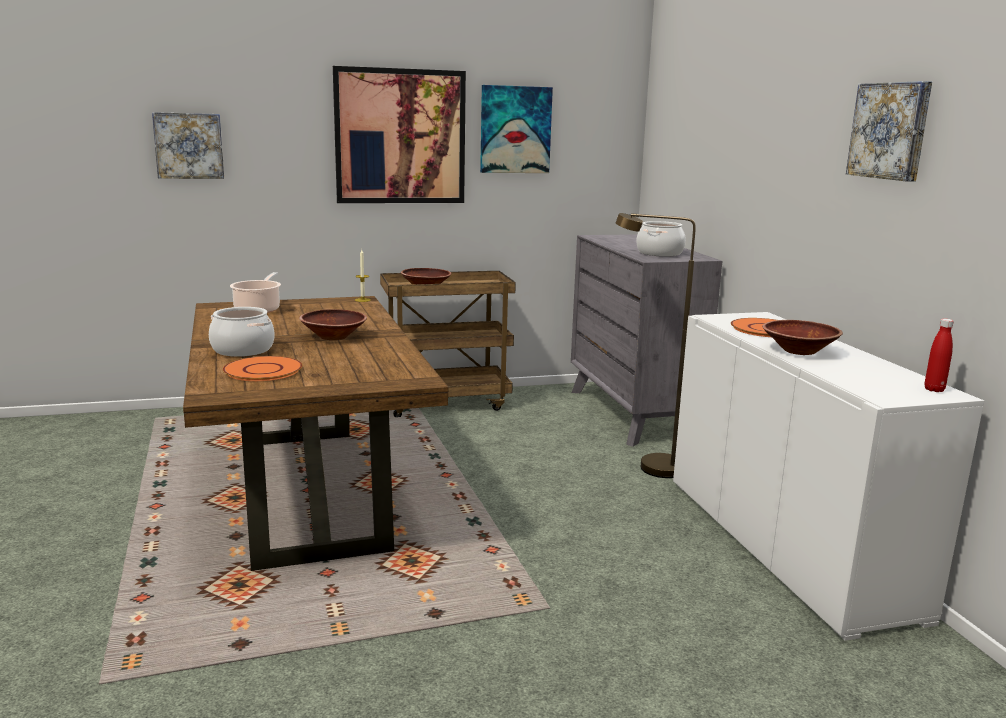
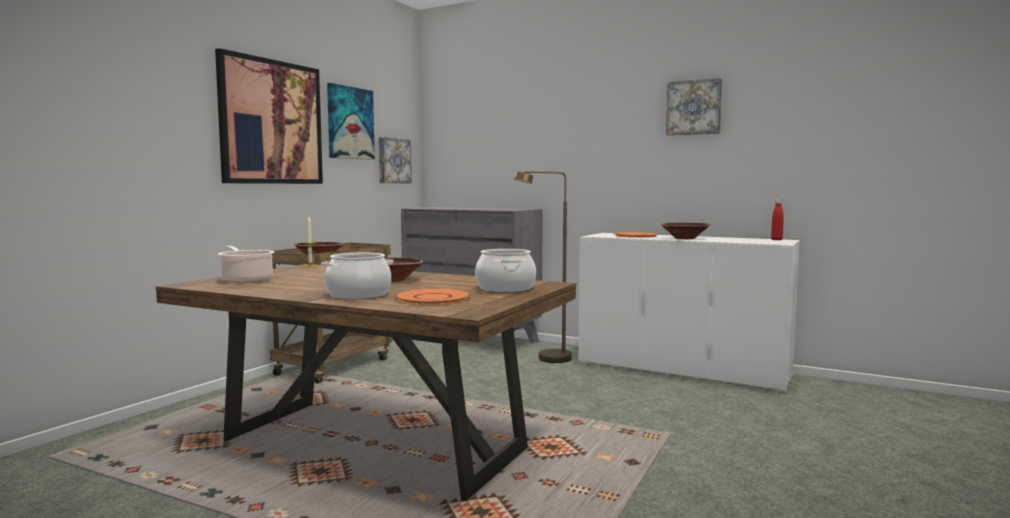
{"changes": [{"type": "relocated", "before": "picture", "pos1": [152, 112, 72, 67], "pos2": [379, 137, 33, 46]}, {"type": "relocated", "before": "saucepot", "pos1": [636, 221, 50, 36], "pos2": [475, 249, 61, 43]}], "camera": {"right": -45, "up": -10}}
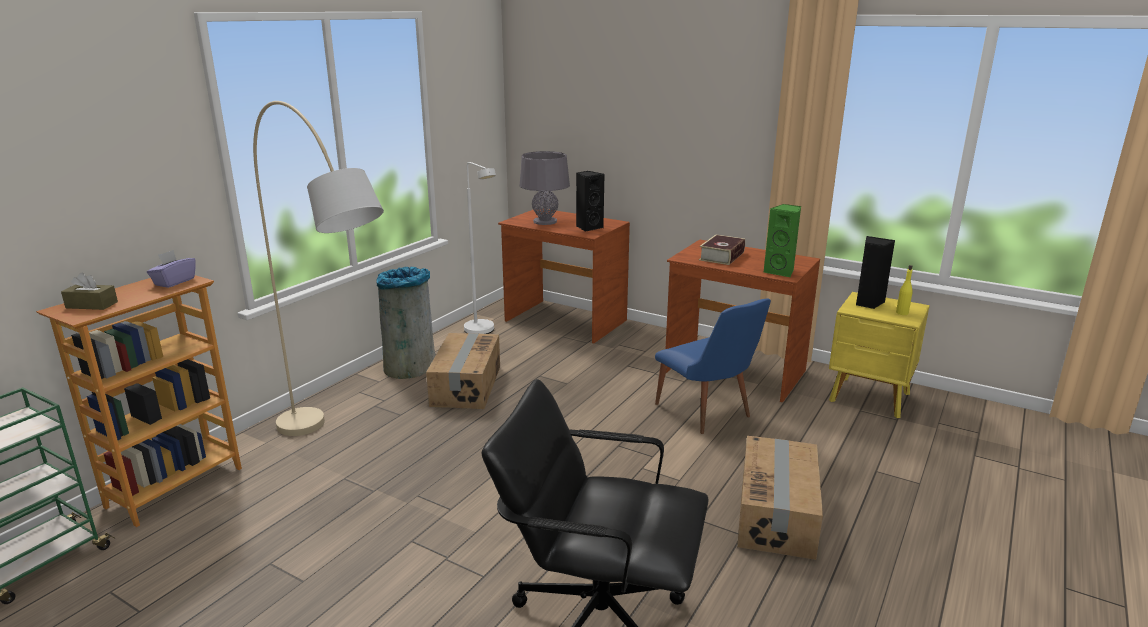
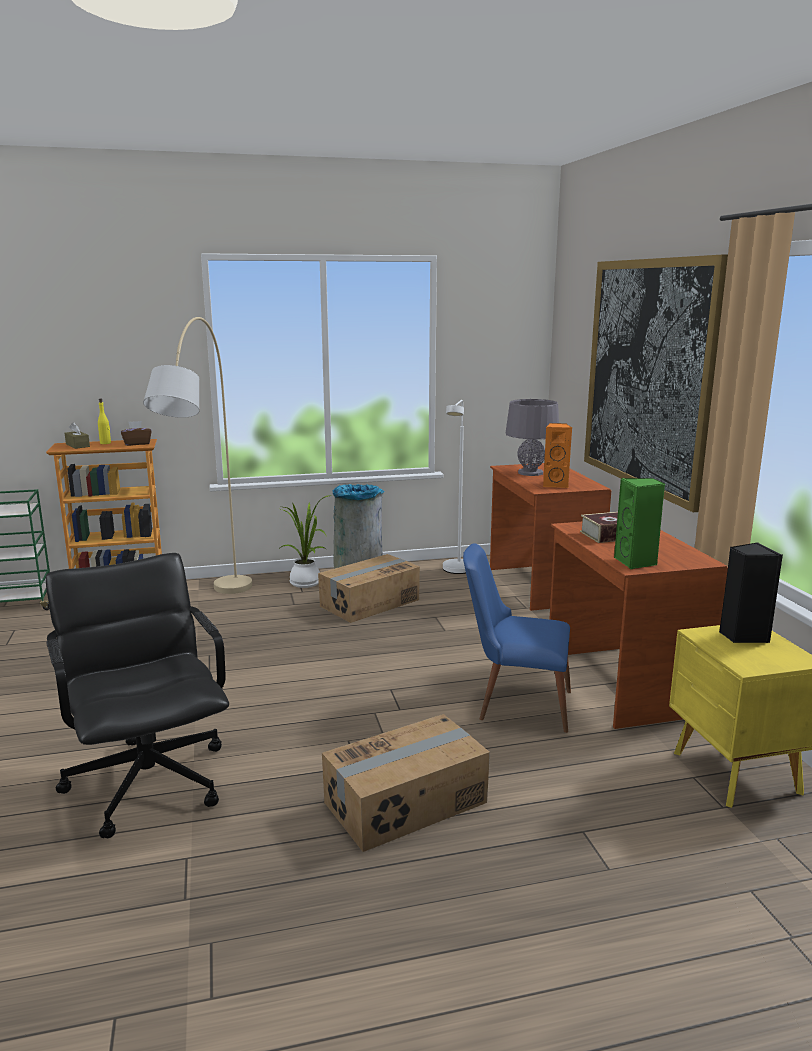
{"changes": [{"type": "colour", "before": "black-coloured audio speaker", "after": "orangey audio speaker", "pos1": [576, 171, 29, 61], "pos2": [543, 423, 29, 65]}, {"type": "colour", "before": "purplish tissue box", "after": "brownish tissue box", "pos1": [147, 250, 49, 38], "pos2": [121, 421, 30, 25]}, {"type": "relocated", "before": "yellow-coloured beverage bottle", "pos1": [896, 265, 17, 50], "pos2": [98, 398, 13, 46]}, {"type": "spun", "before": "bluish chair", "pos1": [655, 299, 116, 135], "pos2": [463, 543, 108, 190], "turn": 90}, {"type": "appeared", "after": "picture", "pos2": [584, 255, 144, 257]}, {"type": "appeared", "after": "plant in a pot", "pos2": [278, 495, 54, 93]}], "camera": {"right": 45, "up": -5}}
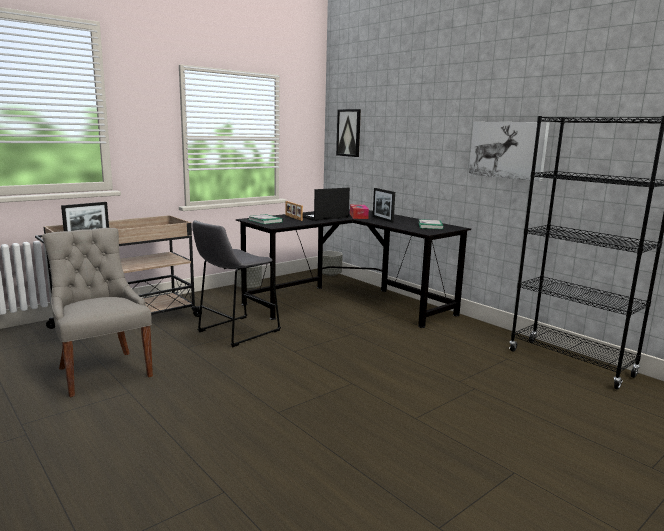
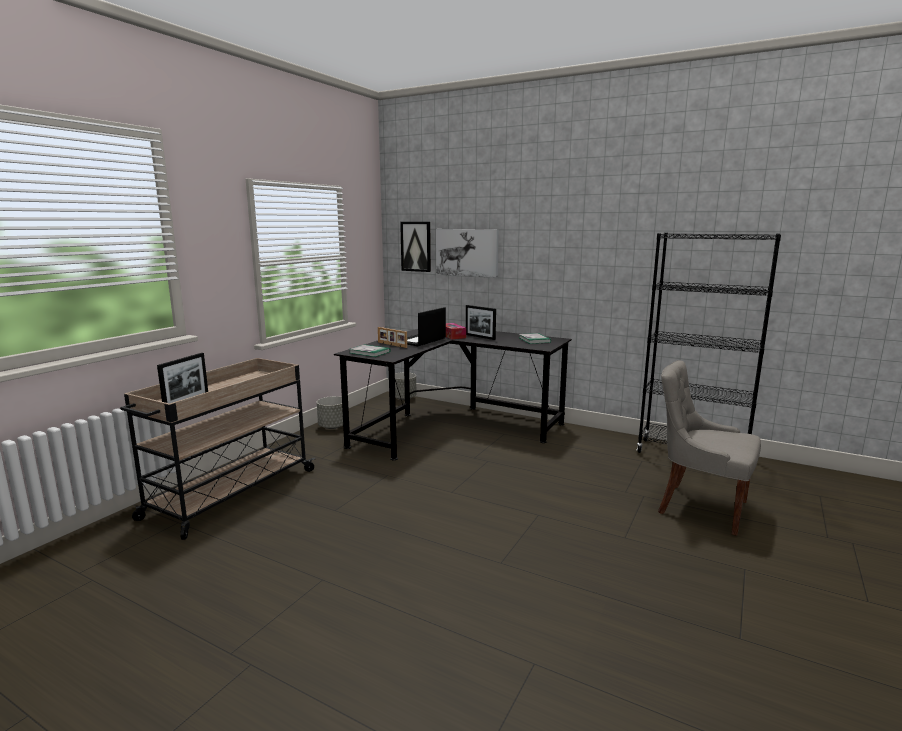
{"changes": [{"type": "relocated", "before": "picture", "pos1": [469, 122, 81, 59], "pos2": [436, 229, 63, 49]}, {"type": "missing", "before": "grey stool seat", "pos1": [193, 220, 88, 127]}, {"type": "relocated", "before": "grey chair", "pos1": [42, 228, 111, 169], "pos2": [658, 360, 103, 176]}], "camera": {"right": -20, "up": 0}}
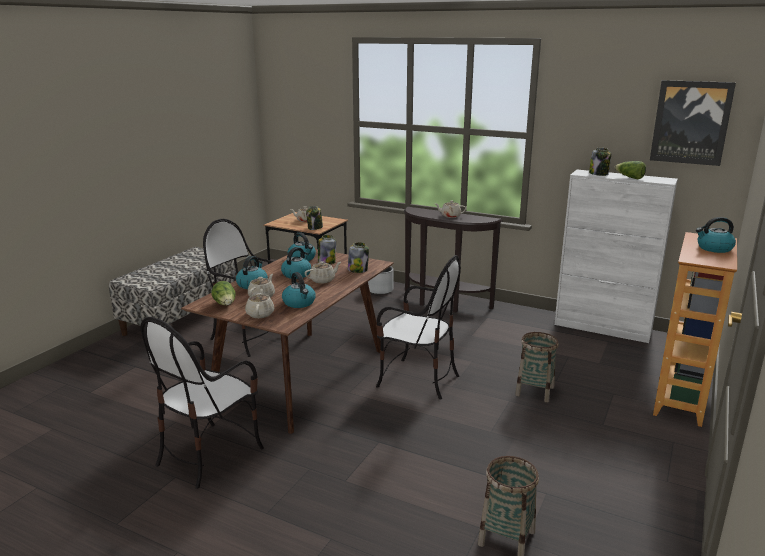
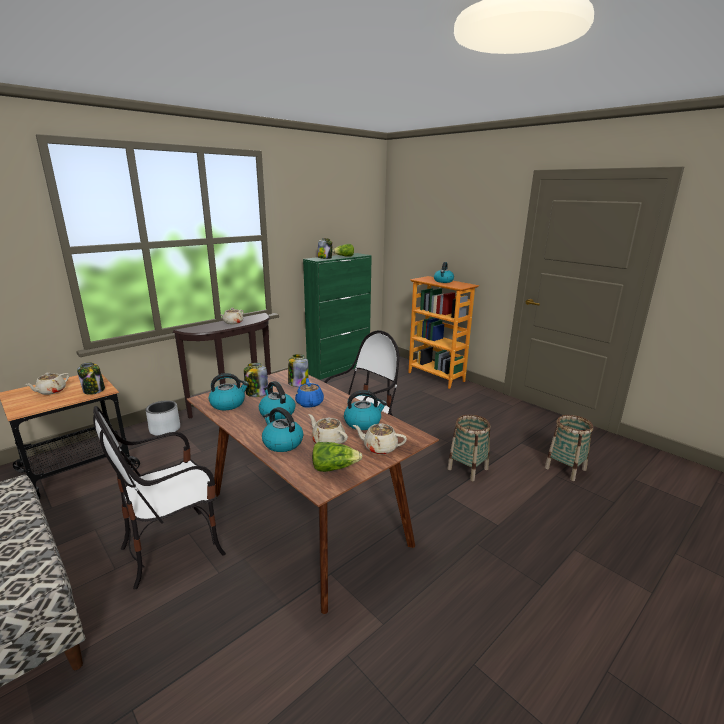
{"changes": [{"type": "missing", "before": "picture", "pos1": [650, 80, 86, 86]}, {"type": "colour", "before": "white-coloured storage cabinet", "after": "green-coloured storage cabinet", "pos1": [554, 169, 124, 174], "pos2": [303, 253, 69, 127]}, {"type": "colour", "before": "beige teapot", "after": "bluish teapot", "pos1": [305, 261, 36, 23], "pos2": [295, 378, 29, 30]}, {"type": "missing", "before": "chair", "pos1": [140, 317, 124, 172]}, {"type": "relocated", "before": "basket", "pos1": [515, 332, 44, 71], "pos2": [447, 415, 43, 66]}], "camera": {"right": -70, "up": 0}}
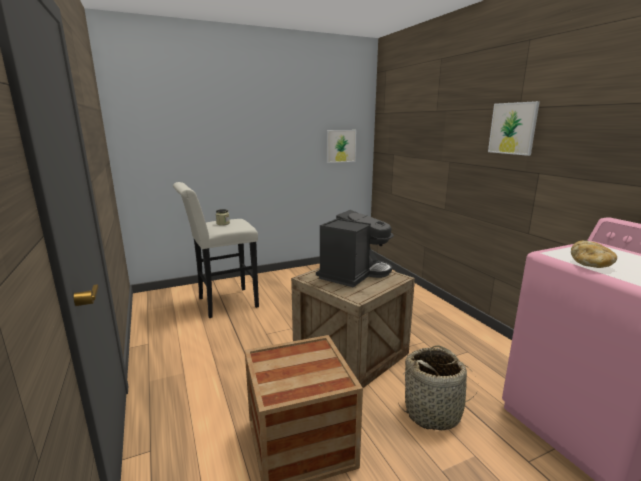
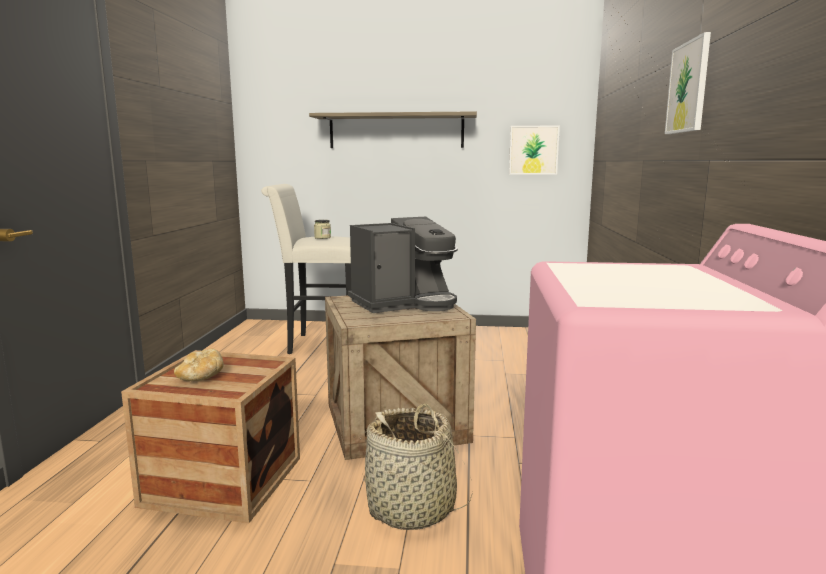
{"changes": [{"type": "relocated", "before": "bread", "pos1": [571, 241, 46, 27], "pos2": [174, 349, 50, 32]}, {"type": "appeared", "after": "bracket shelf", "pos2": [309, 111, 168, 37]}], "camera": {"right": 30, "up": -5}}
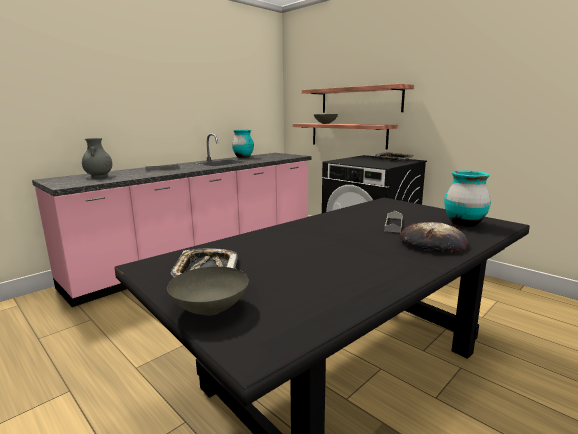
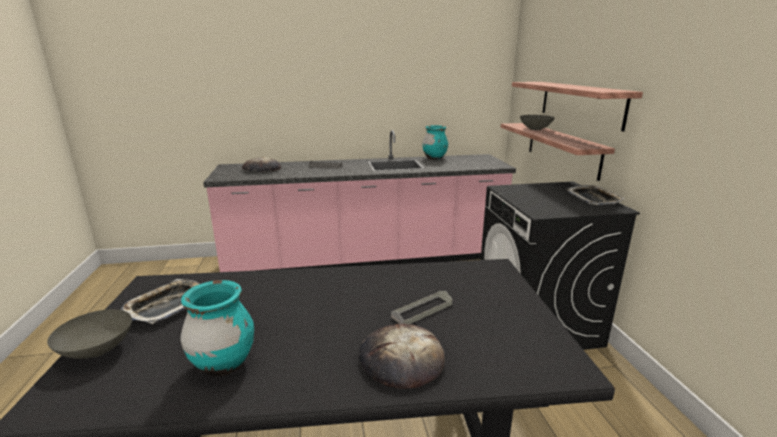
{"changes": [{"type": "exchanged", "before": "grey flower vase", "after": "bread", "pos1": [82, 138, 30, 40], "pos2": [242, 157, 39, 15]}, {"type": "relocated", "before": "blue-green flower vase", "pos1": [444, 171, 47, 56], "pos2": [181, 280, 73, 97]}], "camera": {"right": 35, "up": 5}}
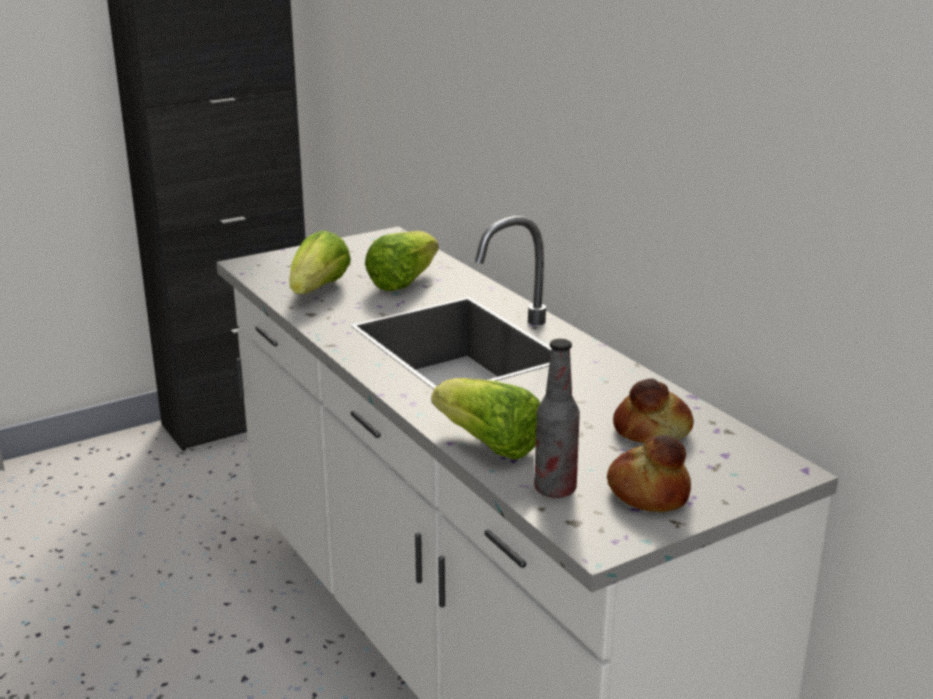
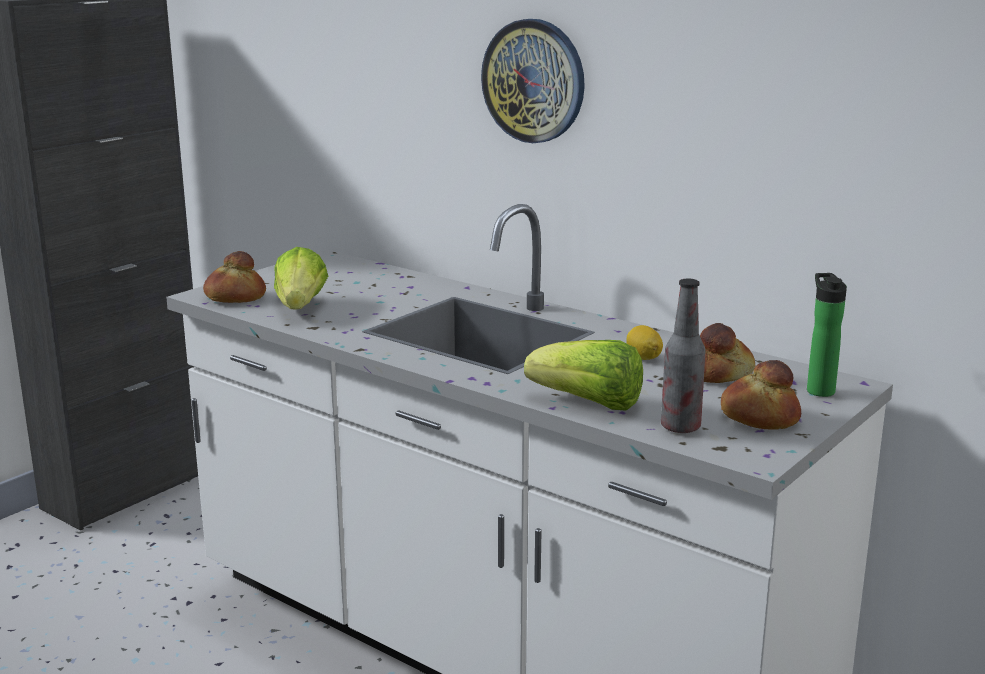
{"changes": [{"type": "missing", "before": "lettuce head", "pos1": [365, 231, 74, 60]}, {"type": "appeared", "after": "wall clock", "pos2": [481, 19, 104, 124]}, {"type": "appeared", "after": "bread", "pos2": [203, 251, 63, 52]}, {"type": "appeared", "after": "beverage bottle", "pos2": [807, 273, 40, 124]}, {"type": "appeared", "after": "lemon", "pos2": [626, 325, 37, 35]}], "camera": {"right": -20, "up": -5}}
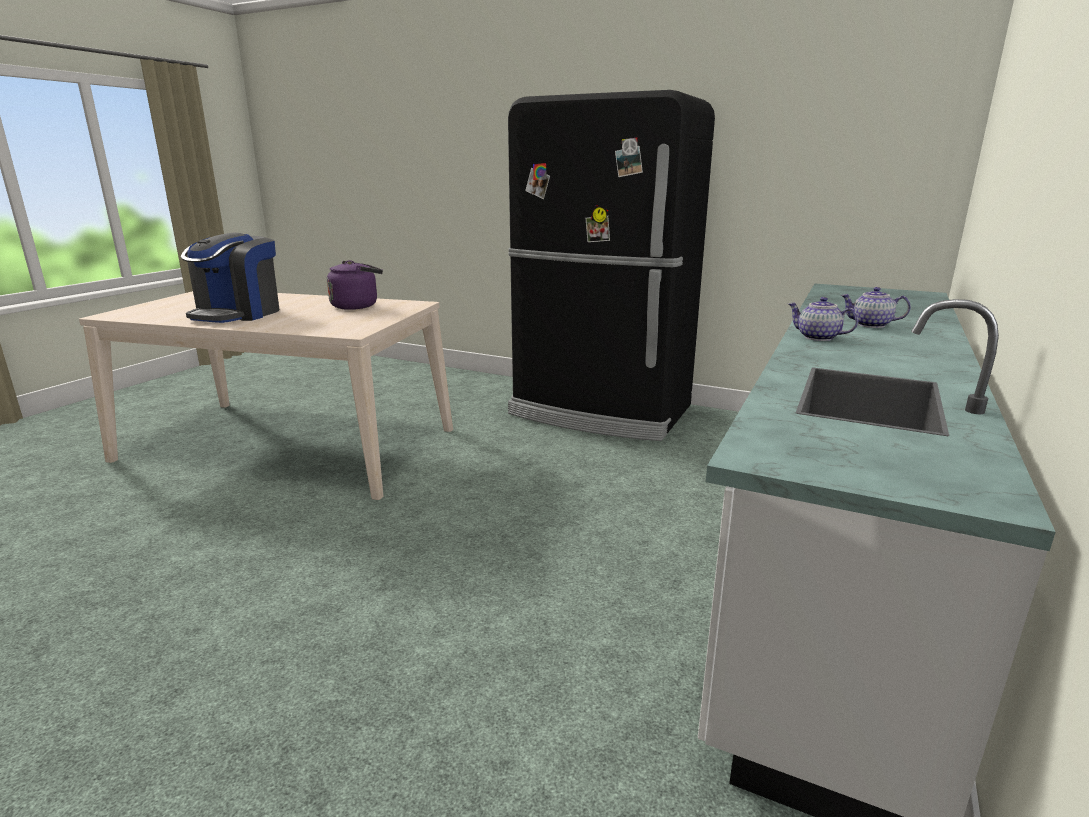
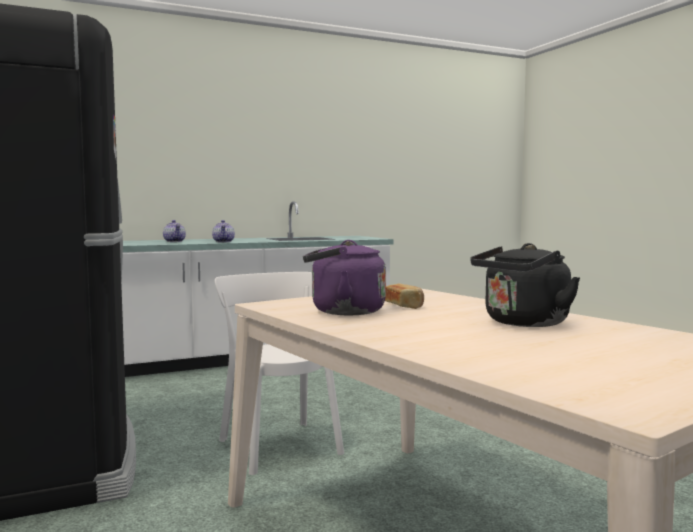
{"changes": [{"type": "exchanged", "before": "coffee machine", "after": "black-coloured kettle", "pos1": [180, 233, 100, 90], "pos2": [470, 243, 110, 84]}, {"type": "appeared", "after": "white-coloured chair", "pos2": [215, 272, 129, 203]}, {"type": "appeared", "after": "bread", "pos2": [385, 283, 39, 26]}], "camera": {"right": -140, "up": -15}}
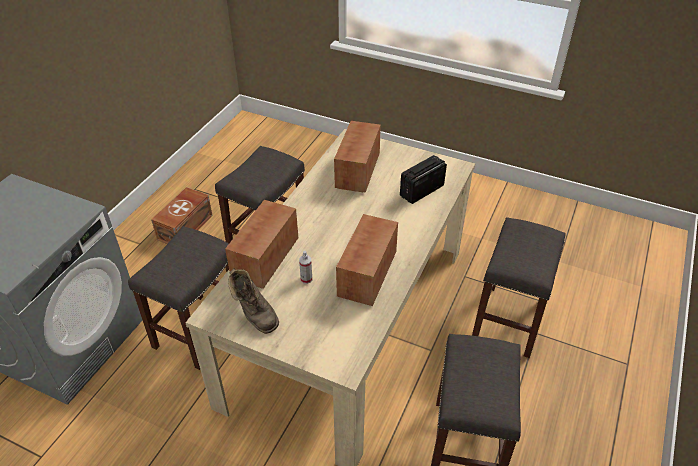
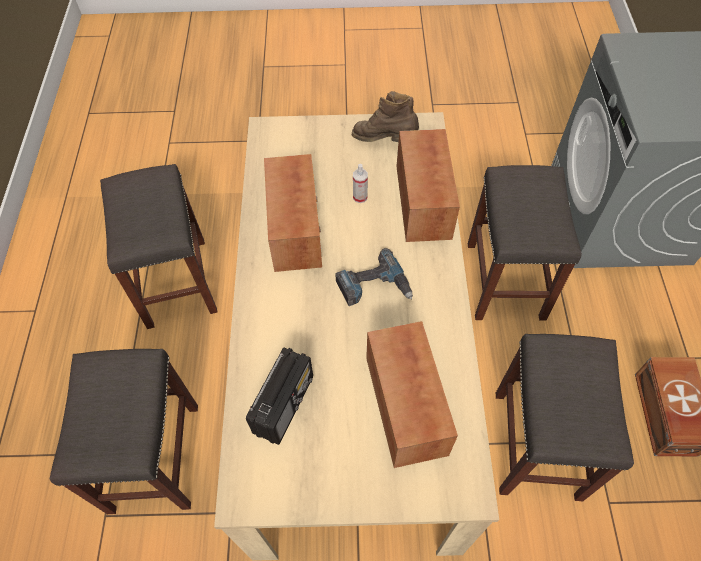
{"changes": [{"type": "appeared", "after": "drill", "pos2": [335, 248, 78, 58]}], "camera": {"right": 155, "up": 15}}
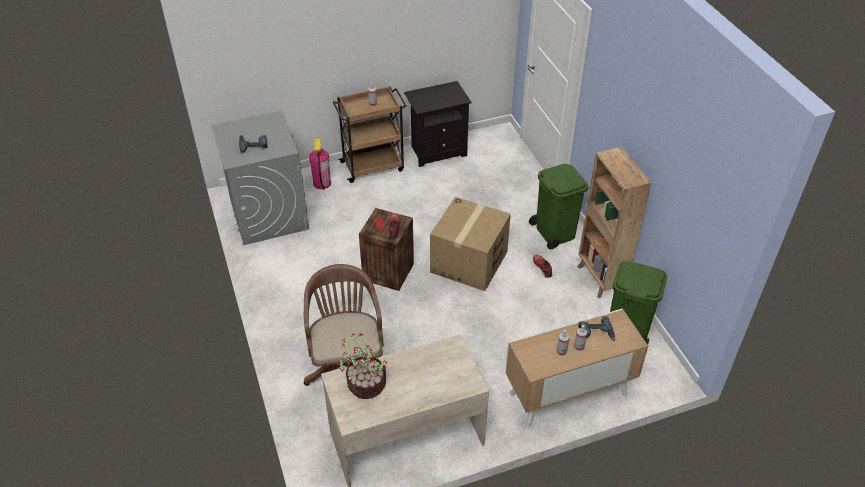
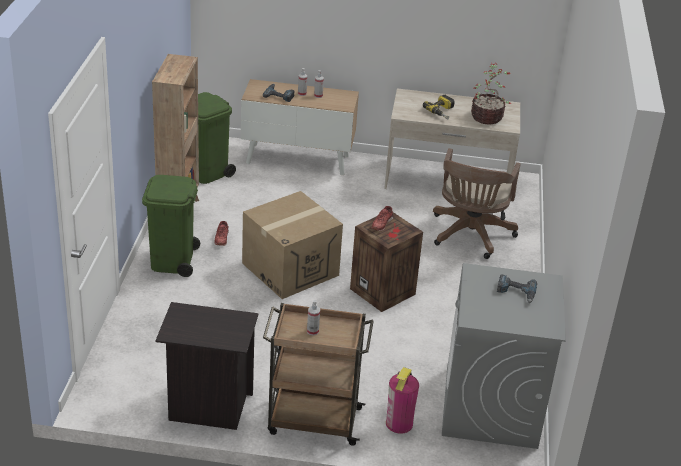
{"changes": [{"type": "appeared", "after": "drill", "pos2": [423, 95, 32, 24]}], "camera": {"right": -155, "up": -10}}
